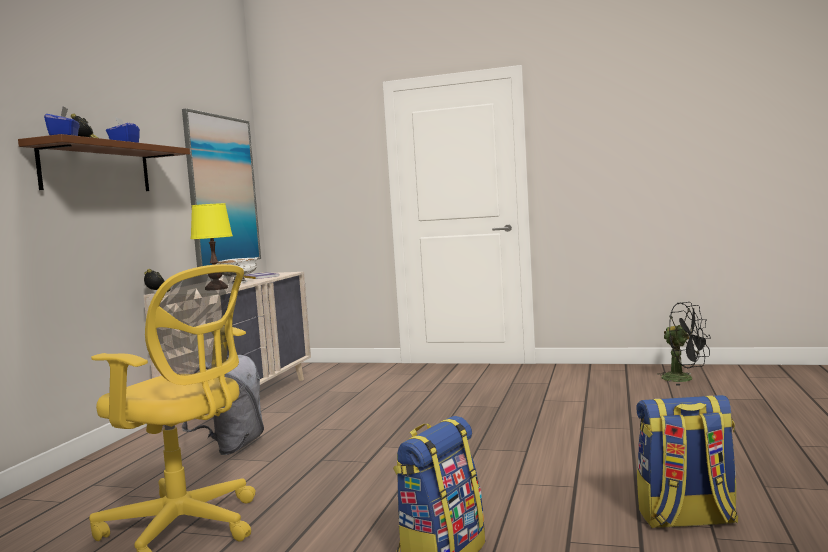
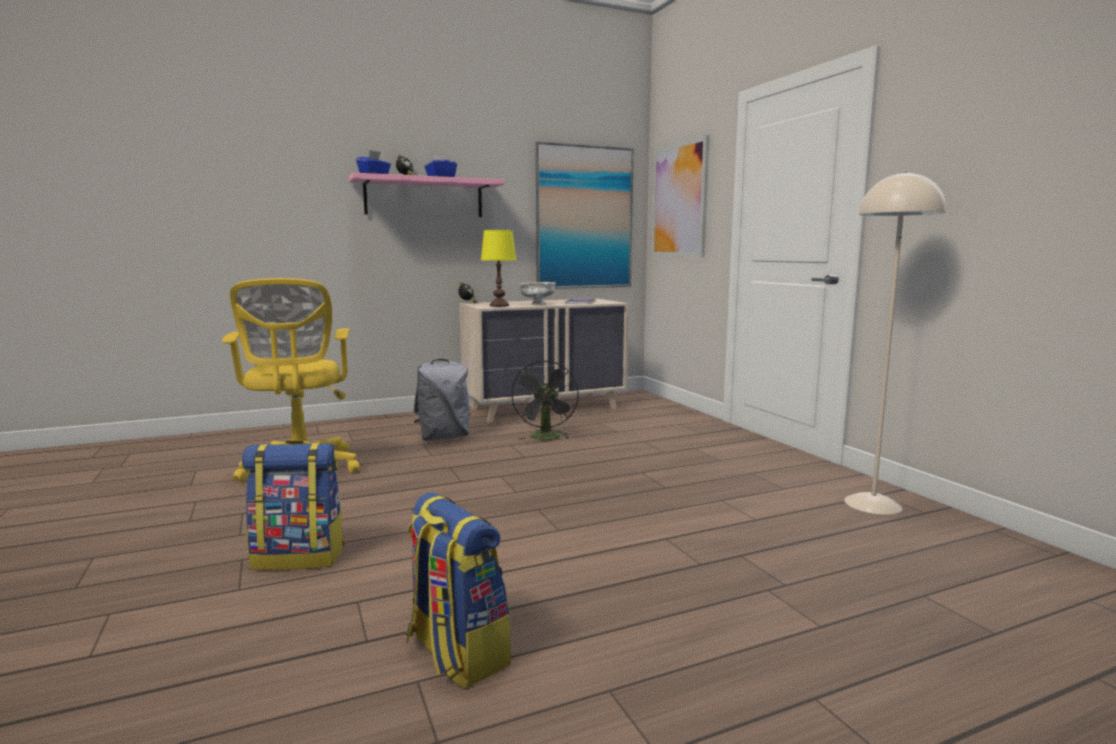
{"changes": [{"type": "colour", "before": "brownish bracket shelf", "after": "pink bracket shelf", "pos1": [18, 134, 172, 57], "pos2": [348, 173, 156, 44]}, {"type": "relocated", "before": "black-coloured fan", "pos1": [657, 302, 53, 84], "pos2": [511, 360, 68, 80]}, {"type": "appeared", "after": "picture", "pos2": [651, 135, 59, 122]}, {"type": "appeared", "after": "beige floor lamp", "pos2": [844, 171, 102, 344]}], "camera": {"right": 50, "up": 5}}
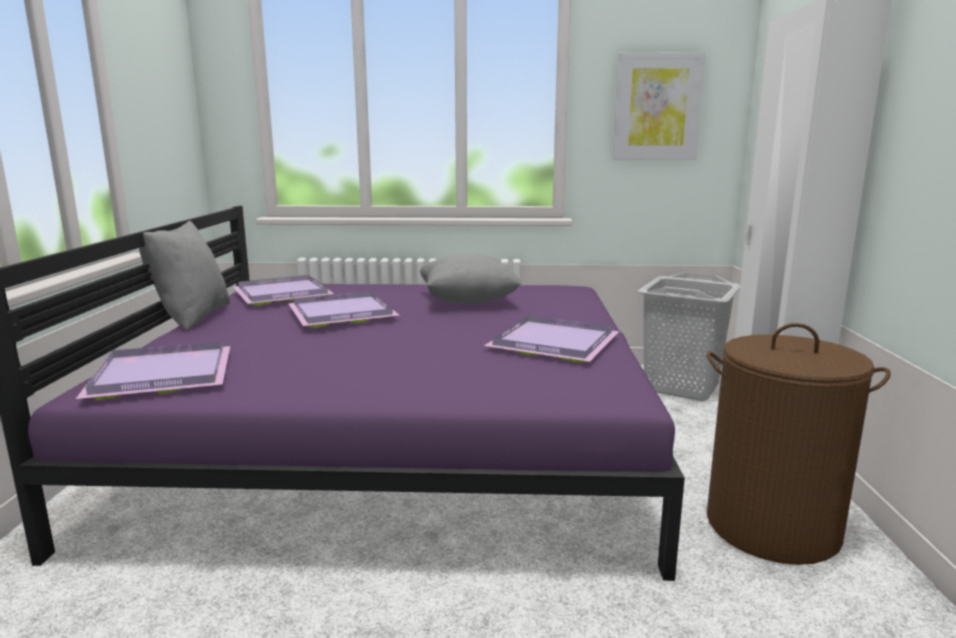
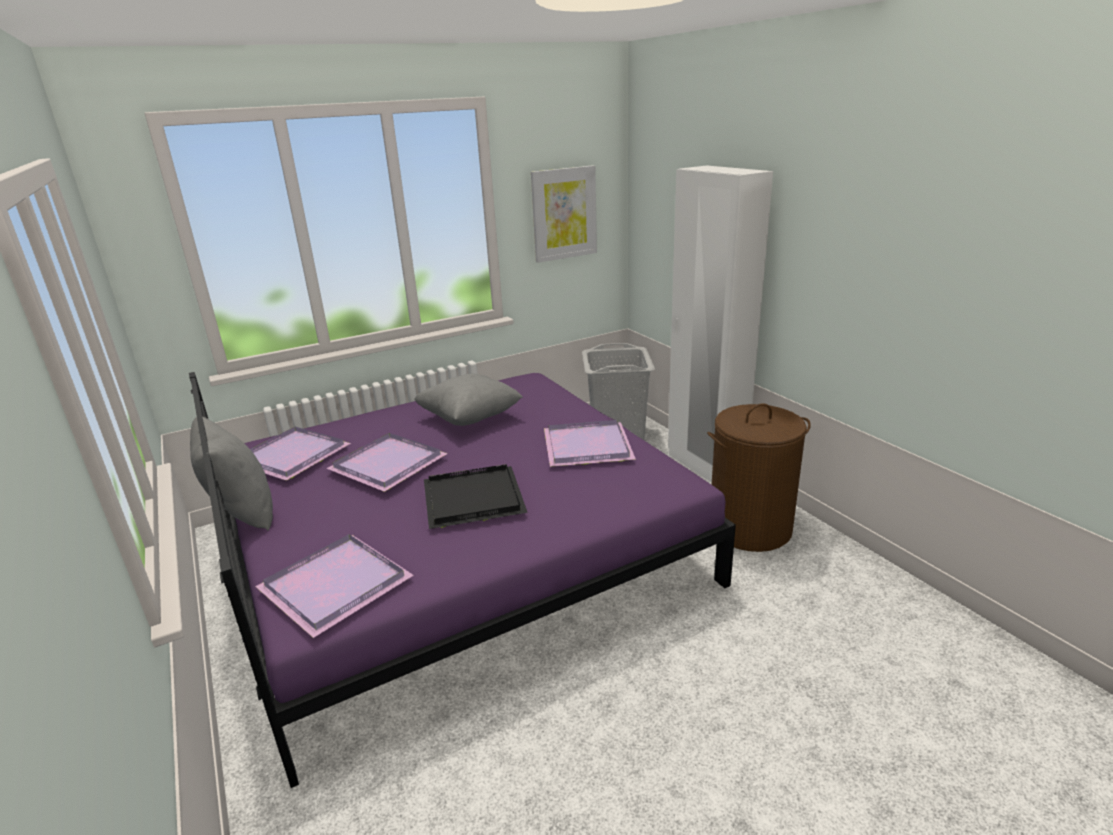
{"changes": [{"type": "appeared", "after": "black-coloured serving tray", "pos2": [424, 464, 104, 65]}], "camera": {"right": -30, "up": 10}}
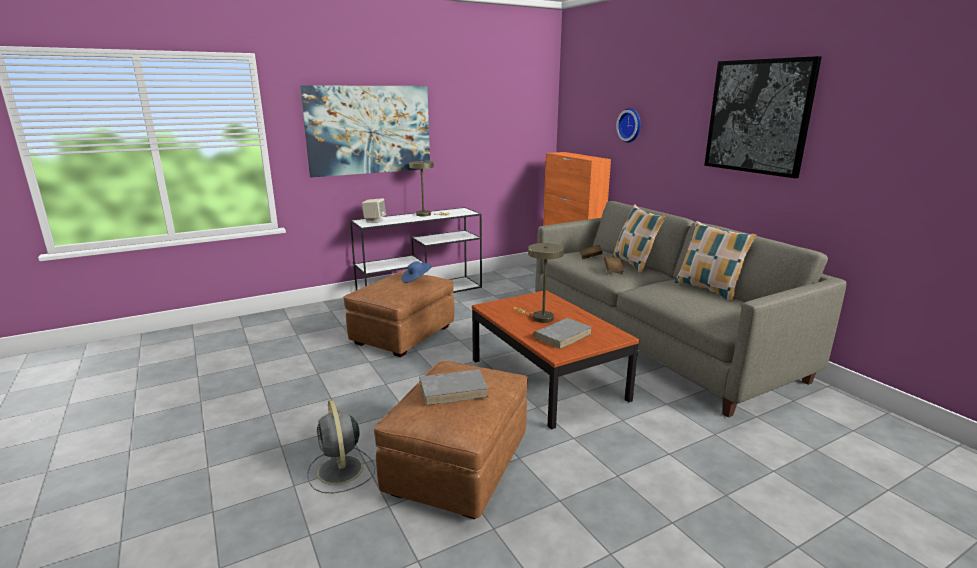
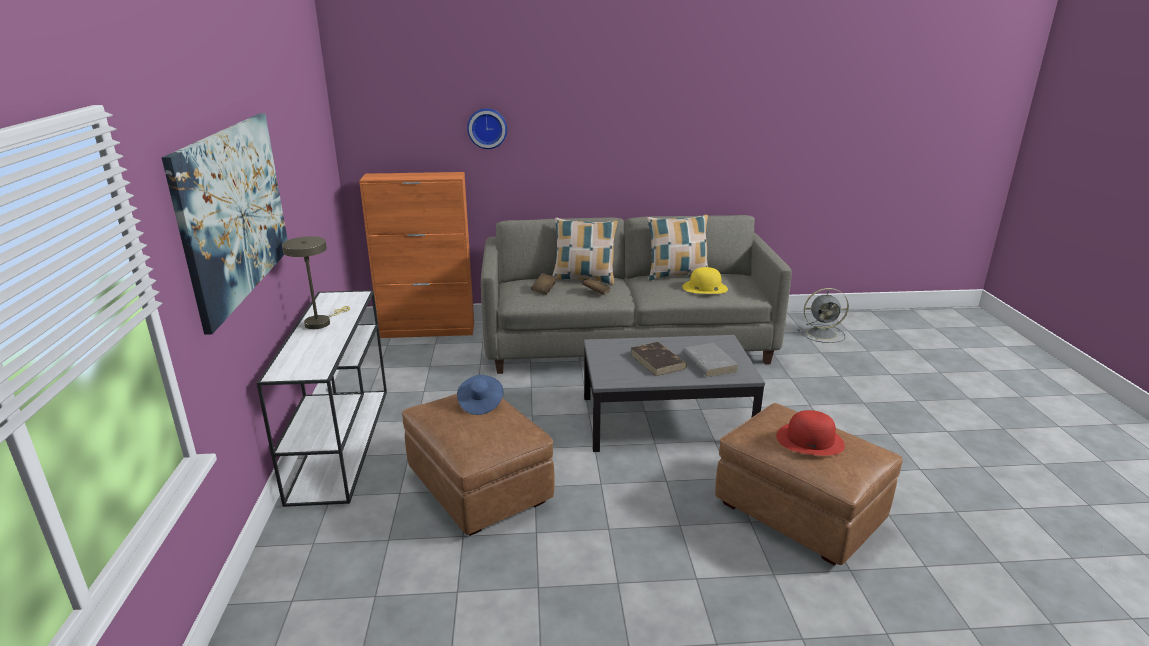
{"changes": [{"type": "missing", "before": "picture", "pos1": [704, 56, 118, 122]}, {"type": "missing", "before": "beige audio speaker", "pos1": [362, 198, 24, 25]}, {"type": "exchanged", "before": "beige lamp for a table", "after": "brownish bound book", "pos1": [513, 243, 51, 80], "pos2": [630, 342, 57, 34]}, {"type": "colour", "before": "brownish coffee table", "after": "grey coffee table", "pos1": [472, 290, 168, 140], "pos2": [584, 335, 181, 117]}, {"type": "exchanged", "before": "grey bound book", "after": "red-coloured hat", "pos1": [420, 369, 68, 37], "pos2": [776, 410, 69, 46]}, {"type": "relocated", "before": "grey fan", "pos1": [307, 400, 68, 93], "pos2": [797, 288, 52, 55]}, {"type": "appeared", "after": "yellow-coloured hat", "pos2": [682, 267, 46, 27]}], "camera": {"right": -65, "up": 5}}
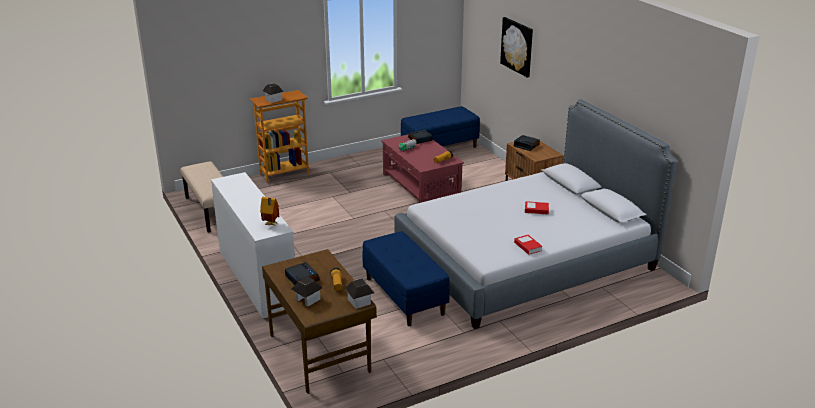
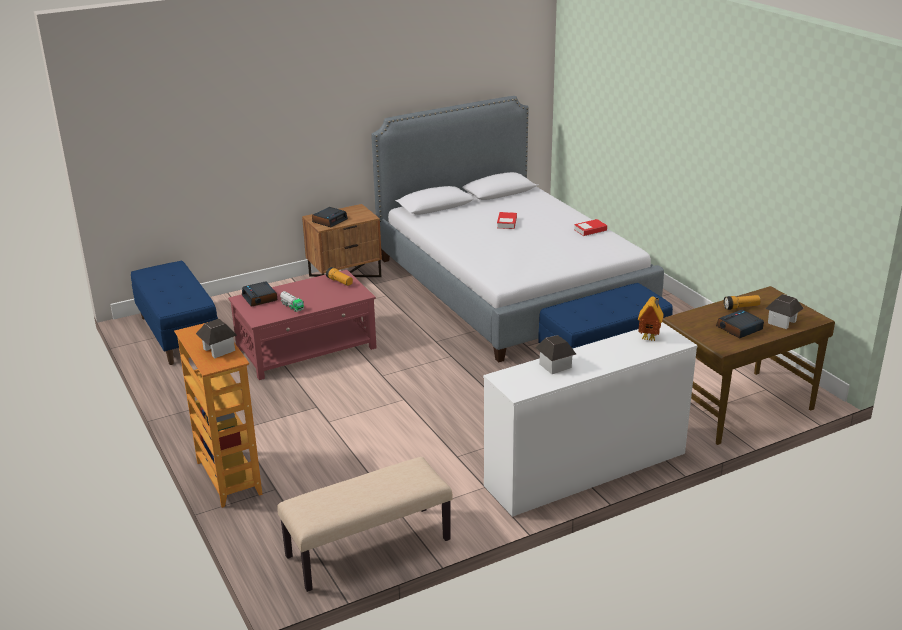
{"changes": [{"type": "missing", "before": "picture", "pos1": [500, 17, 33, 61]}, {"type": "relocated", "before": "toy house", "pos1": [345, 278, 29, 31], "pos2": [535, 335, 41, 39]}], "camera": {"right": -90, "up": 0}}
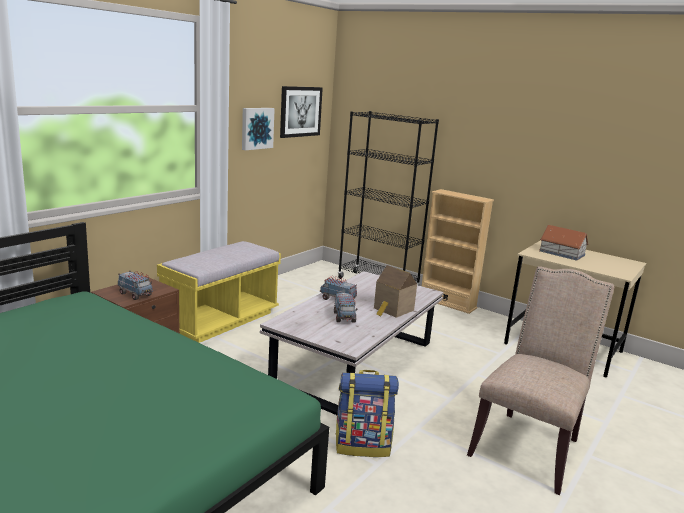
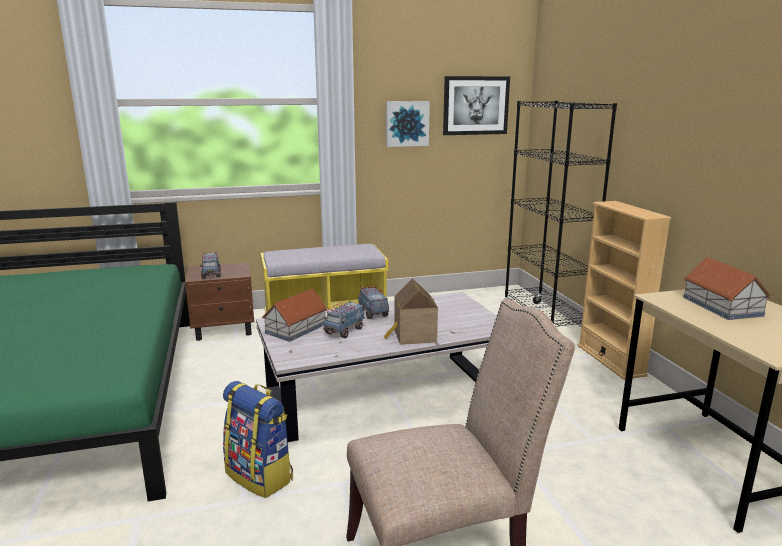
{"changes": [{"type": "appeared", "after": "toy house", "pos2": [262, 288, 66, 54]}], "camera": {"right": 40, "up": 0}}
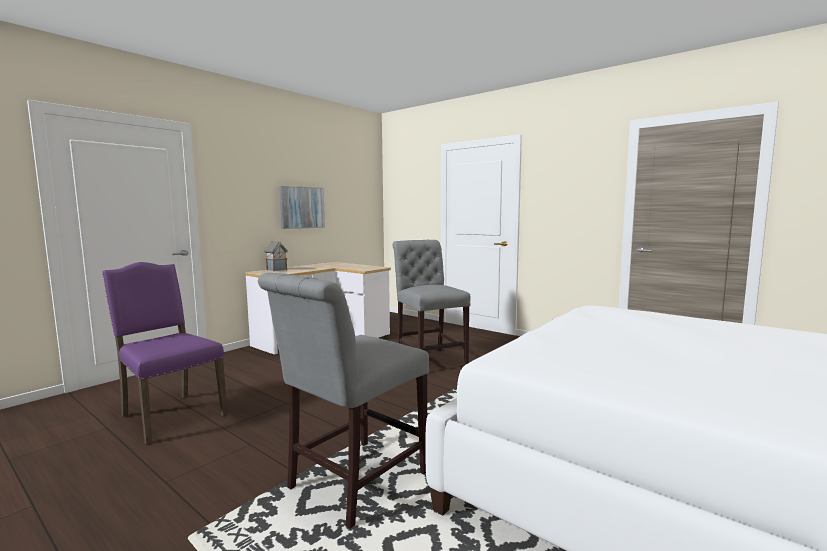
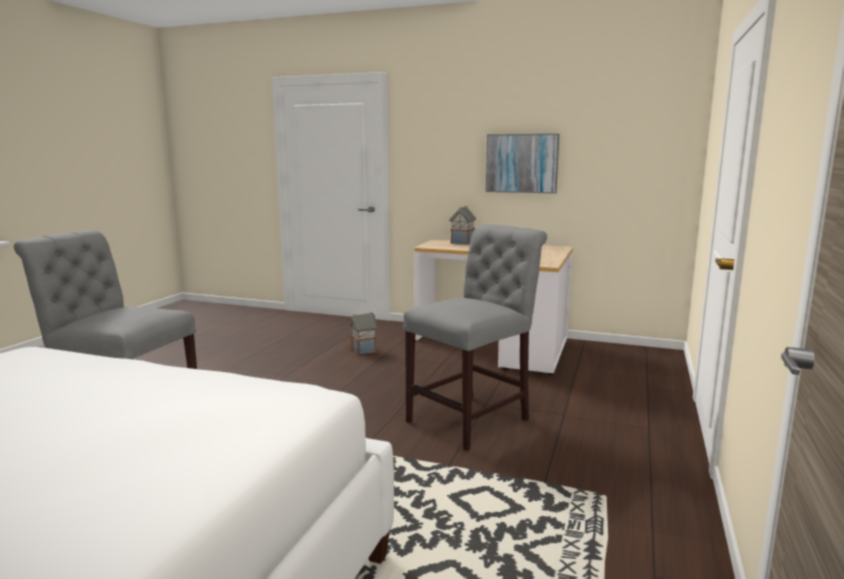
{"changes": [{"type": "missing", "before": "purplish chair", "pos1": [102, 262, 126, 183]}, {"type": "appeared", "after": "toy house", "pos2": [350, 312, 28, 43]}], "camera": {"right": 70, "up": 5}}
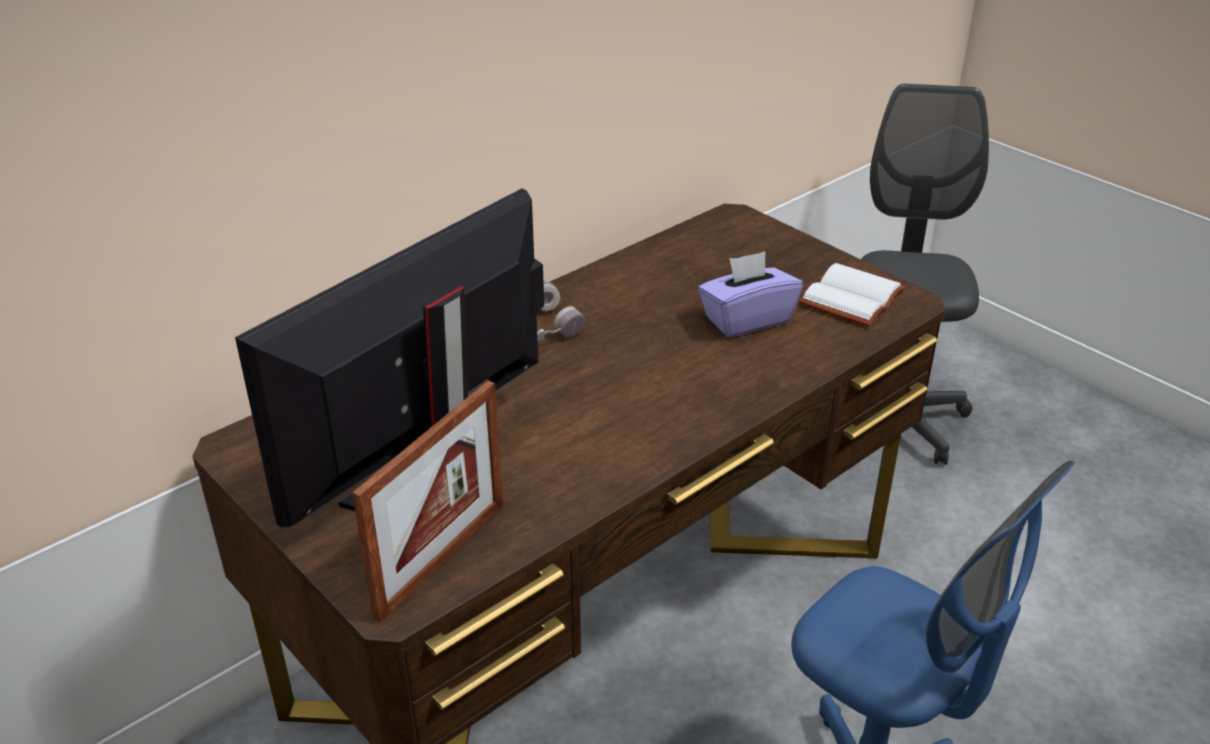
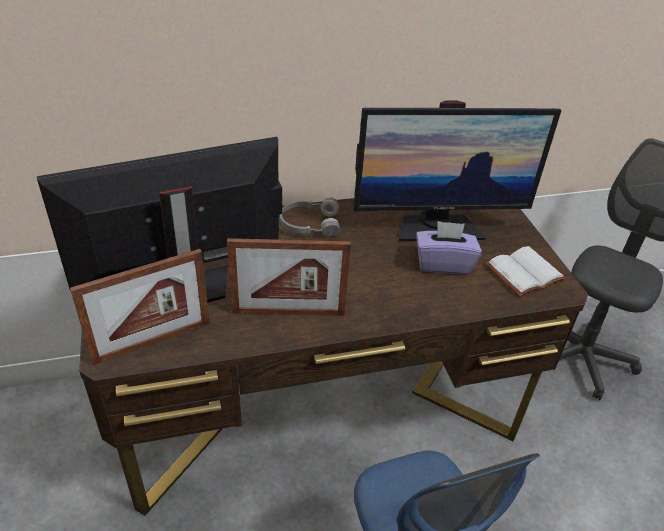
{"changes": [{"type": "appeared", "after": "computer display", "pos2": [353, 101, 209, 141]}, {"type": "appeared", "after": "standing frame", "pos2": [227, 238, 124, 78]}], "camera": {"right": 25, "up": 5}}
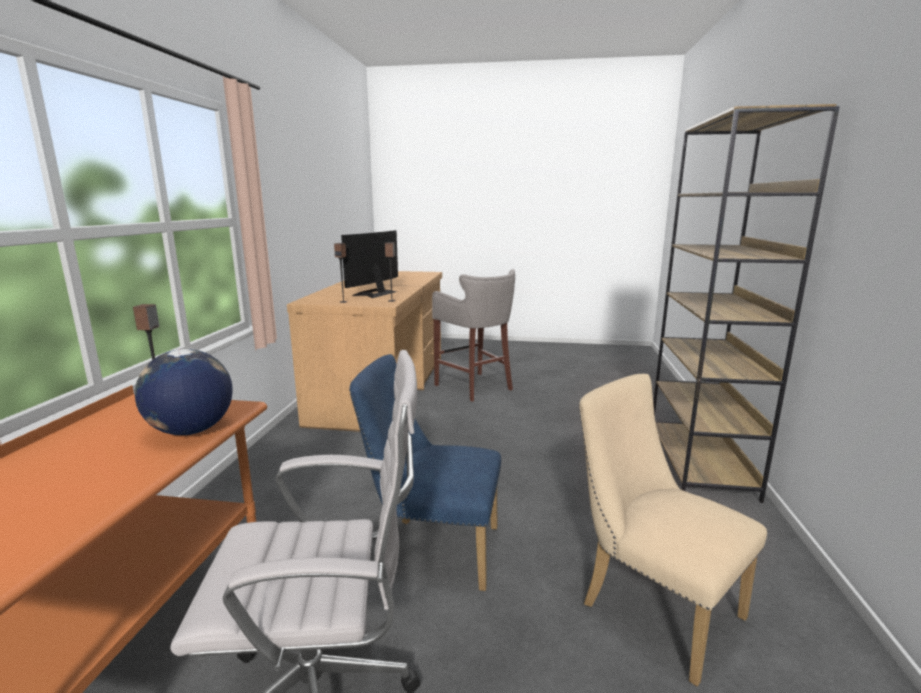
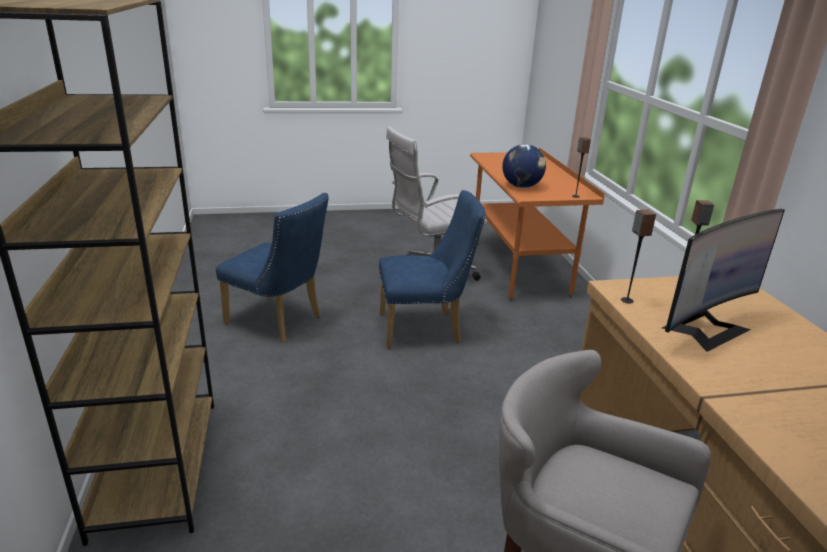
{"changes": [{"type": "spun", "before": "computer display", "pos1": [341, 230, 57, 68], "pos2": [662, 209, 123, 143], "turn": 45}, {"type": "colour", "before": "beige chair", "after": "bluish chair", "pos1": [579, 374, 188, 312], "pos2": [216, 193, 113, 149]}], "camera": {"right": 160, "up": 10}}
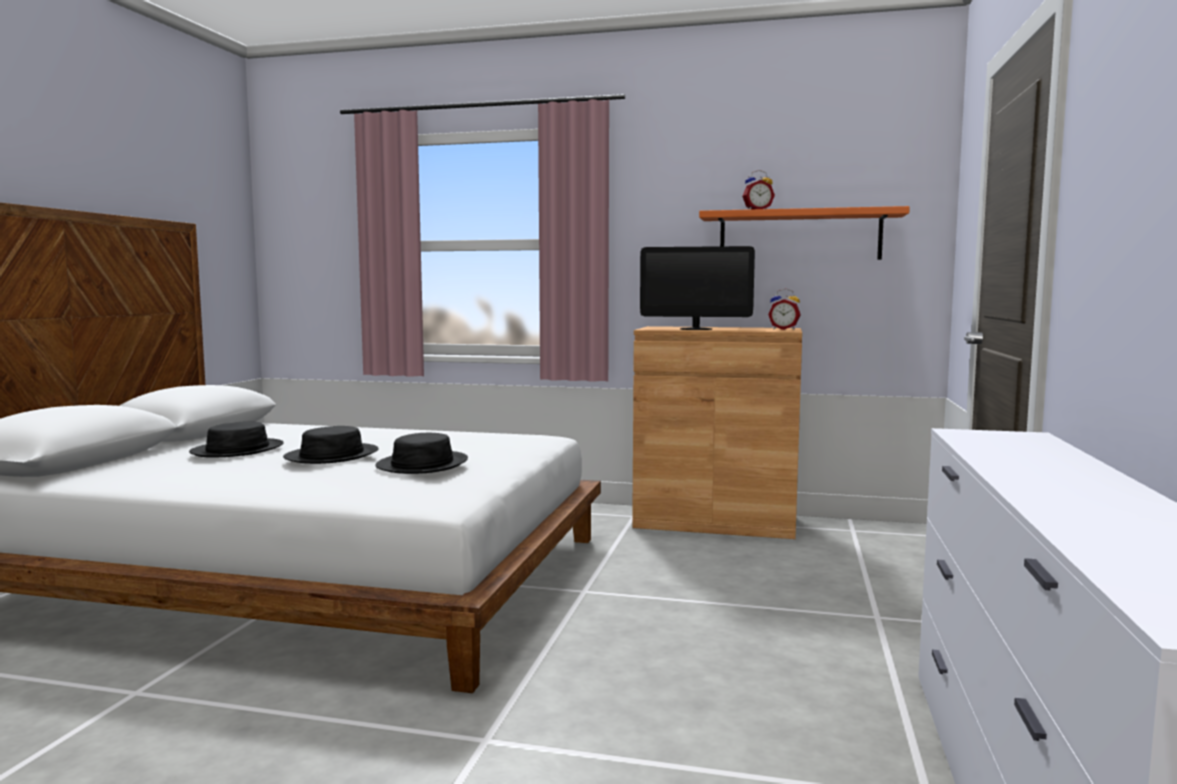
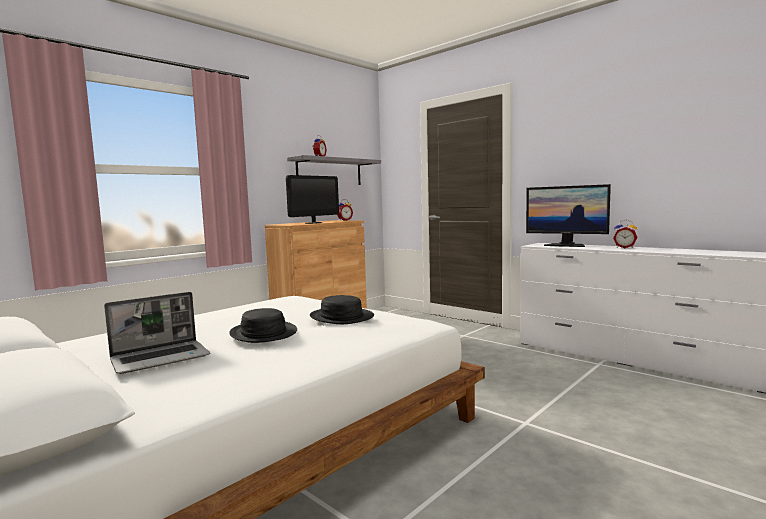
{"changes": [{"type": "colour", "before": "orangey bracket shelf", "after": "grey bracket shelf", "pos1": [699, 206, 211, 54], "pos2": [287, 155, 94, 30]}, {"type": "exchanged", "before": "black-coloured hat", "after": "laptop", "pos1": [189, 422, 95, 36], "pos2": [104, 292, 106, 82]}, {"type": "appeared", "after": "computer display", "pos2": [526, 184, 85, 63]}, {"type": "appeared", "after": "alarm clock", "pos2": [613, 220, 25, 28]}], "camera": {"right": -60, "up": 0}}
